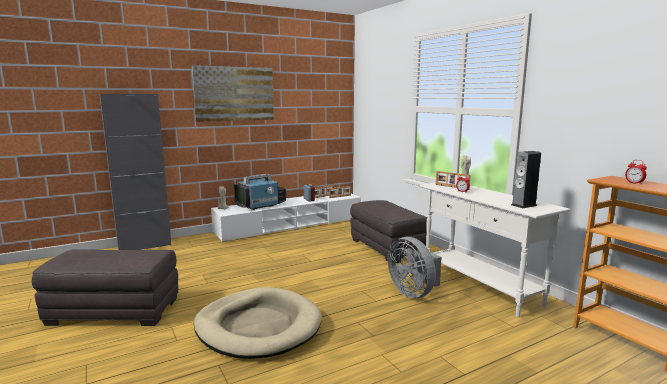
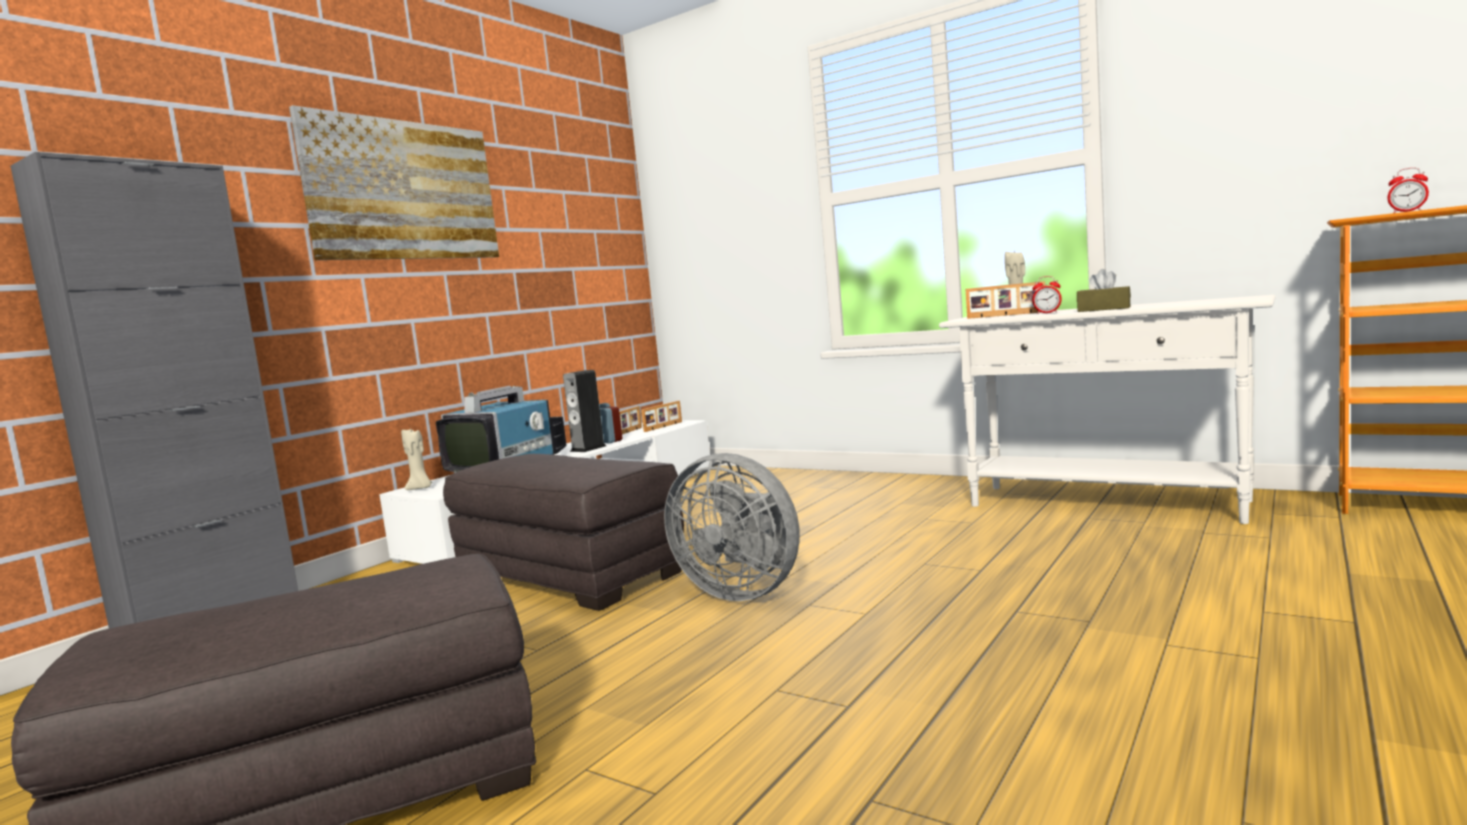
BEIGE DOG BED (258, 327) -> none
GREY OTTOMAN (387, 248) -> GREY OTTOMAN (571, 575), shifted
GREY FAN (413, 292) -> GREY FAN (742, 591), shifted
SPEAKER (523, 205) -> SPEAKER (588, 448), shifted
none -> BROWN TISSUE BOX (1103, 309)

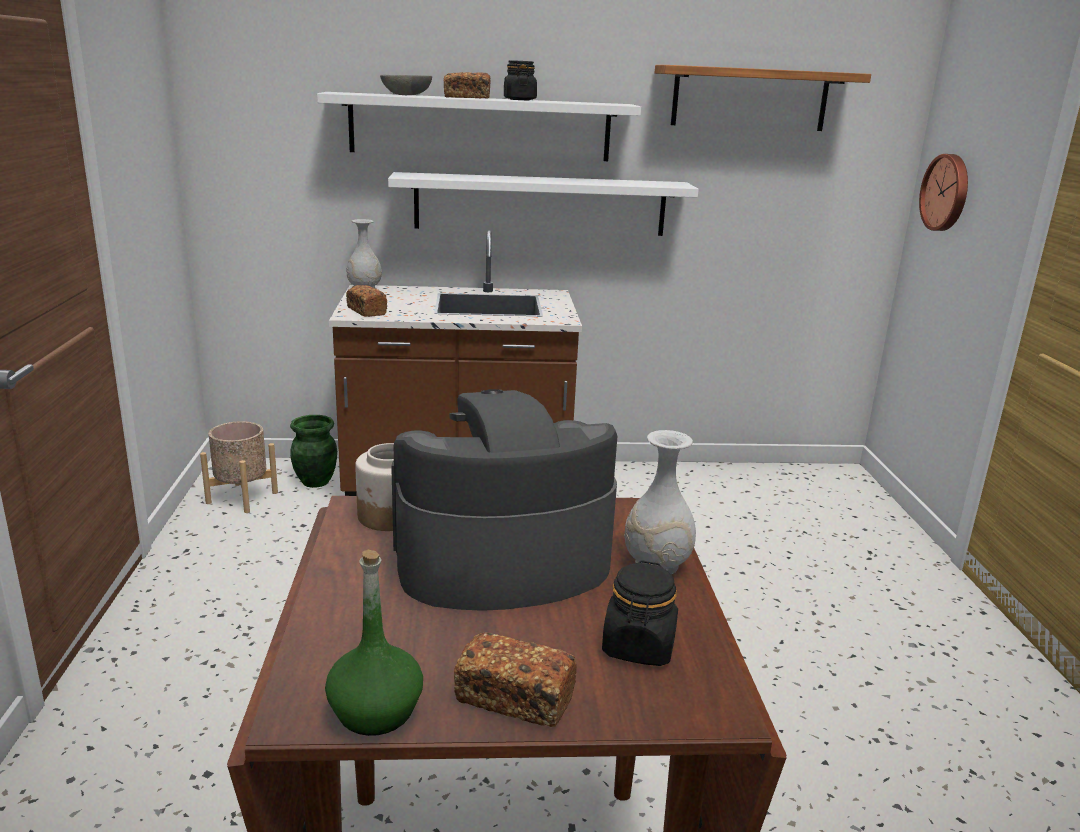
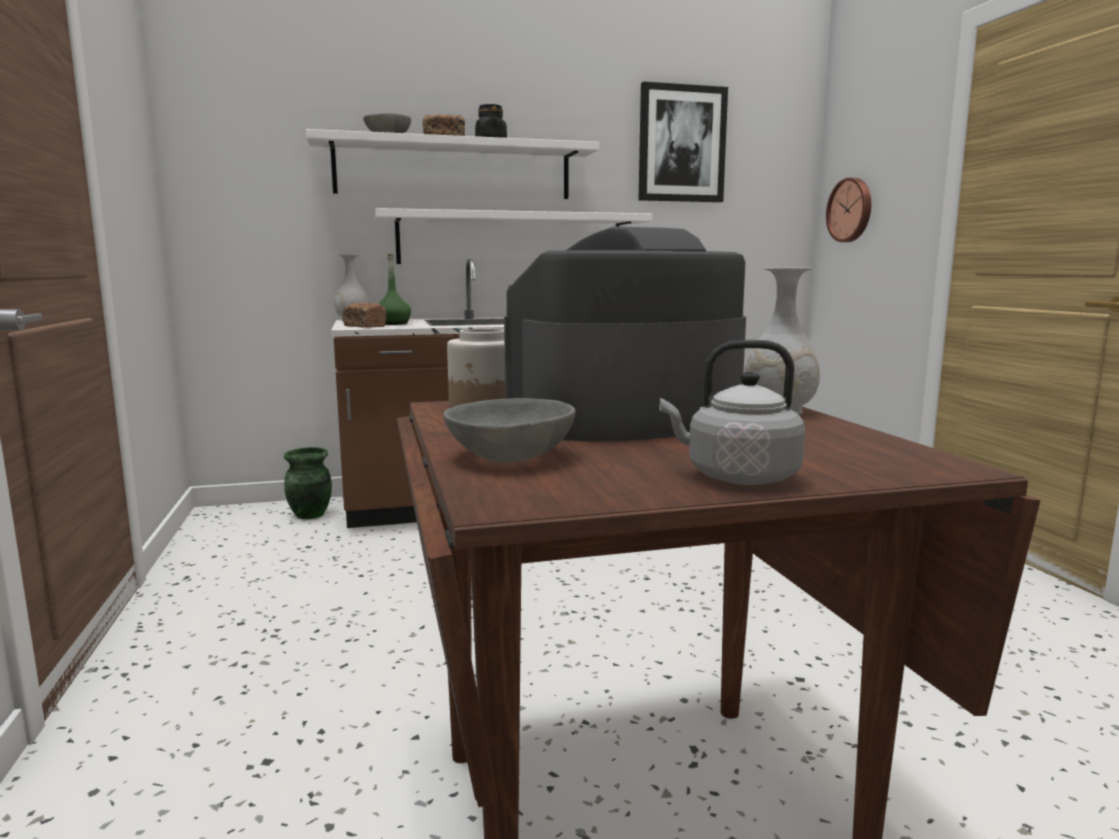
BEIGE PLANTER (242, 497) -> none
GREEN BOTTLE (376, 711) -> GREEN BOTTLE (393, 324), shifted
BREAD (514, 698) -> GREY KETTLE (736, 477)
BLACK JAR (638, 646) -> none
SHELF (750, 98) -> PICTURE (681, 144)
none -> GREY BOWL (509, 456)

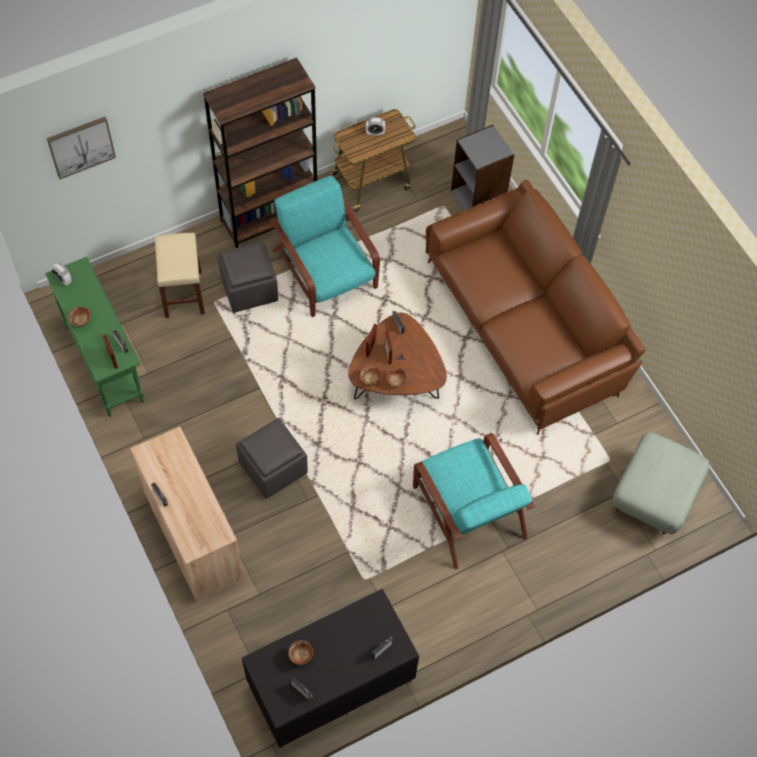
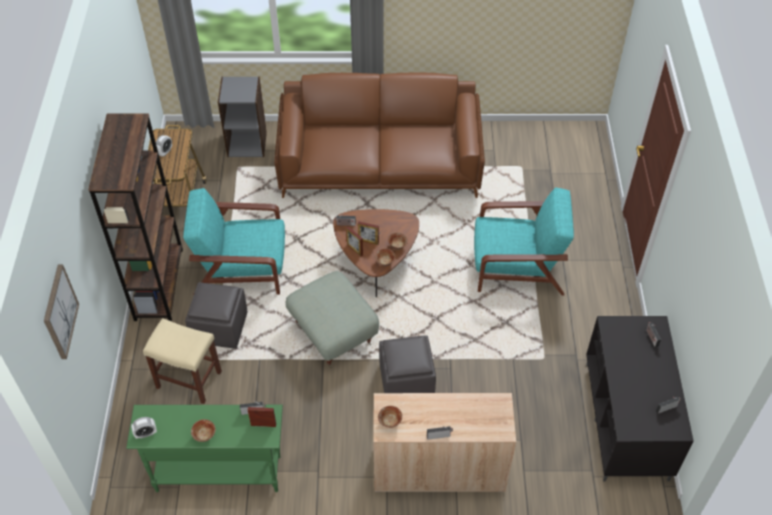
BOWL (301, 656) -> BOWL (390, 422), shifted
GREY OTTOMAN (654, 497) -> GREY OTTOMAN (334, 332), shifted

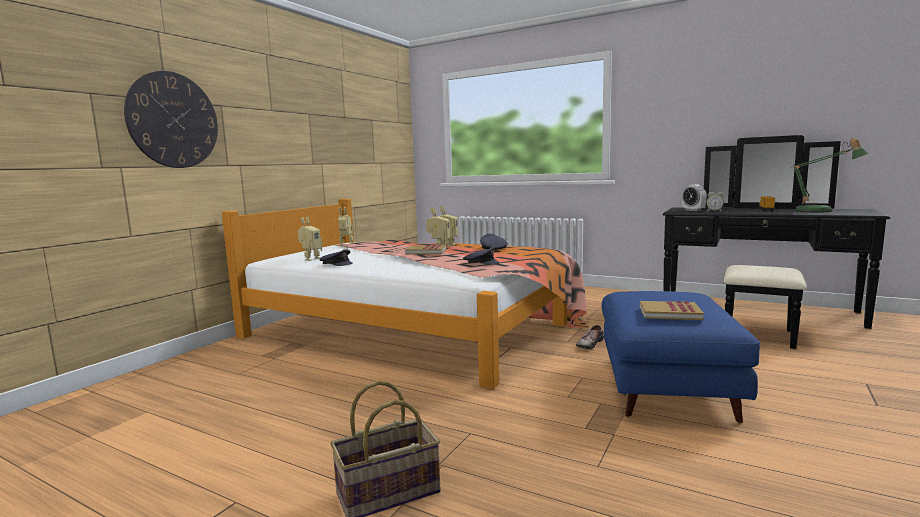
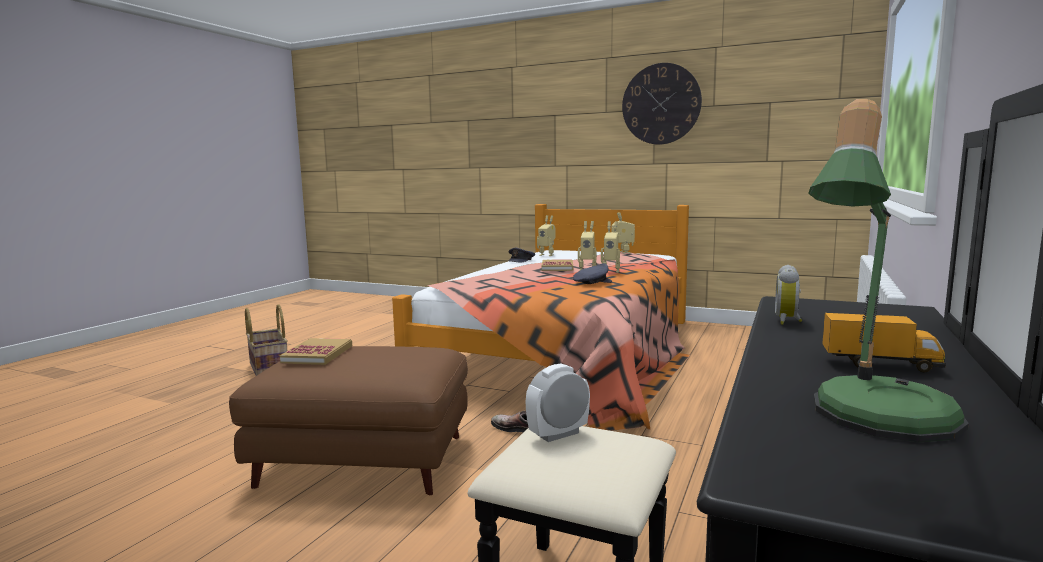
WALL CLOCK (173, 120) -> WALL CLOCK (661, 104), shifted
GREY CAP (481, 262) -> none
BLUE OTTOMAN (667, 387) -> BROWN OTTOMAN (363, 462)
ALARM CLOCK (693, 210) -> ALARM CLOCK (558, 434), shifted

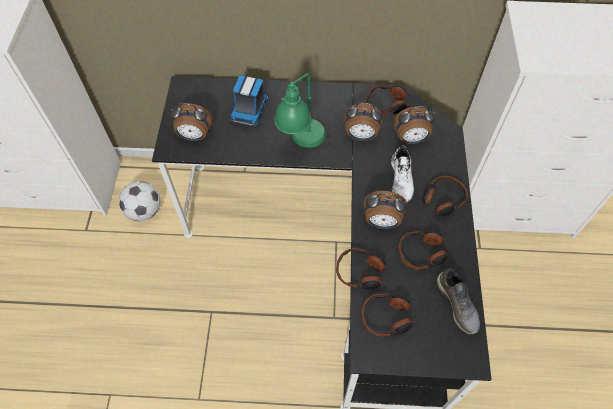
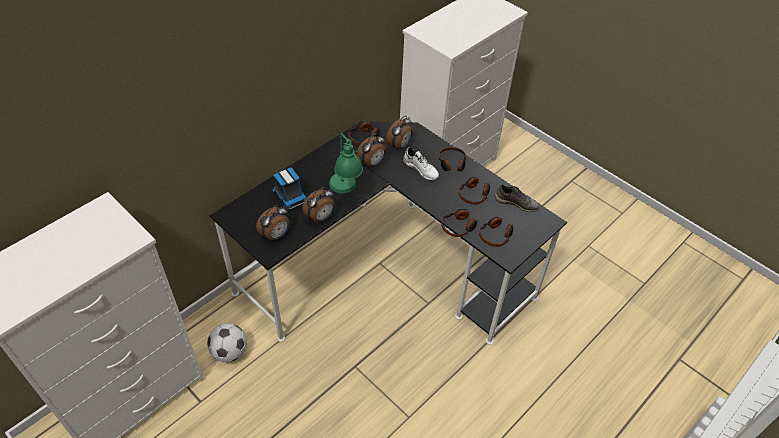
ALARM CLOCK (381, 222) -> ALARM CLOCK (320, 217), shifted

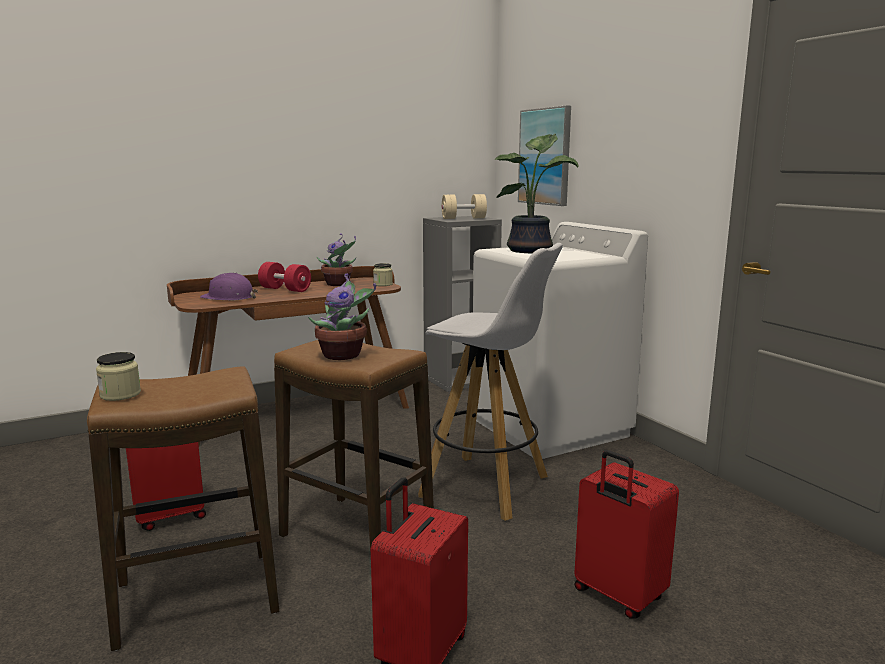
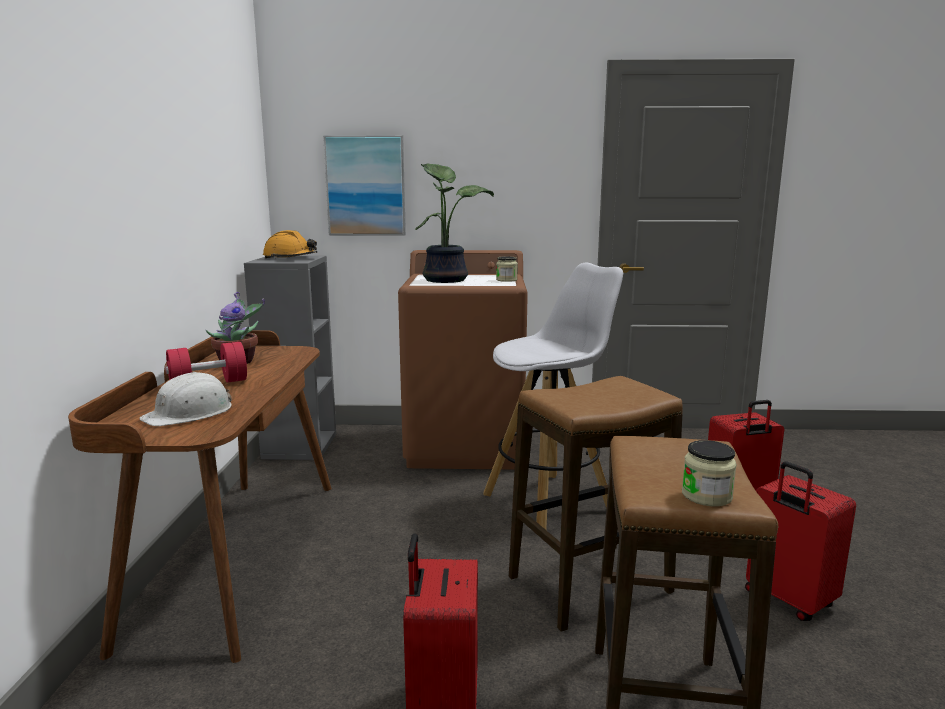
PURPLE HARD HAT (229, 297) -> WHITE HARD HAT (190, 413)
POTTED PLANT (344, 355) -> none
JAR (383, 284) -> JAR (506, 280), shifted
BEIGE DUMBBELL (463, 218) -> ORANGE HARD HAT (290, 258)
WHITE WASHING MACHINE (550, 428) -> BROWN WASHING MACHINE (466, 446)

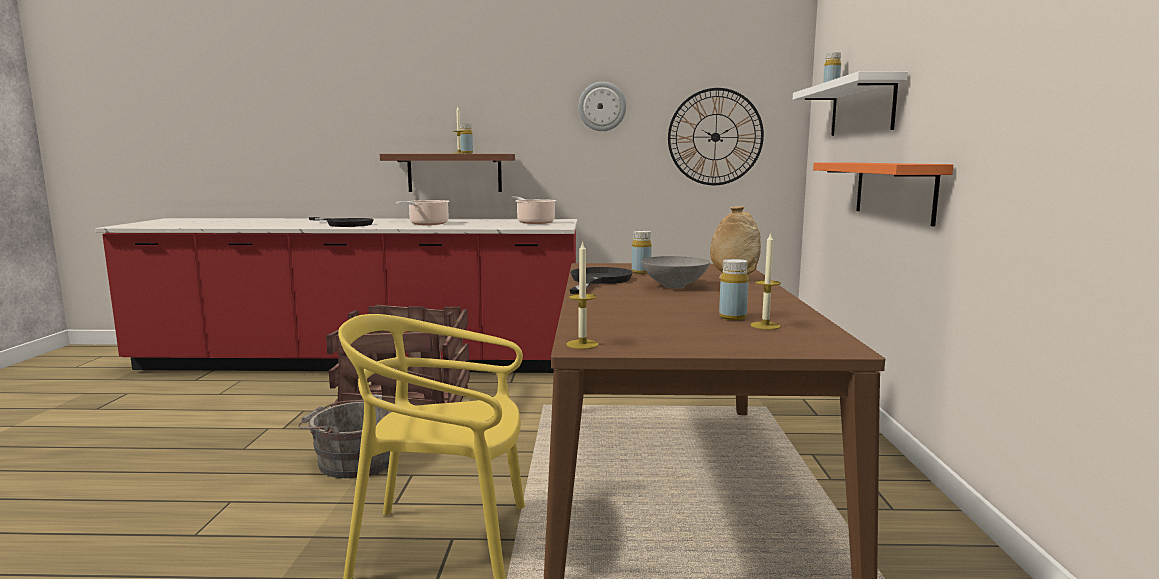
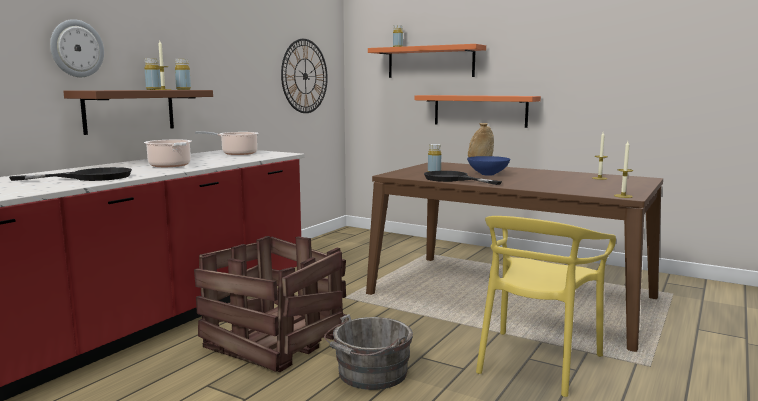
WALL CLOCK (602, 106) -> WALL CLOCK (76, 48), shifted
GREY BOWL (673, 286) -> BLUE BOWL (488, 174)
YELLOW BOTTLE (732, 317) -> YELLOW BOTTLE (183, 89), shifted
WHITE SHELF (861, 108) -> ORANGE SHELF (430, 62)

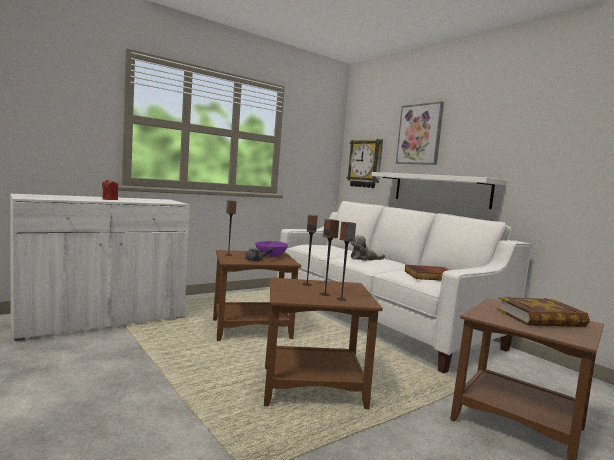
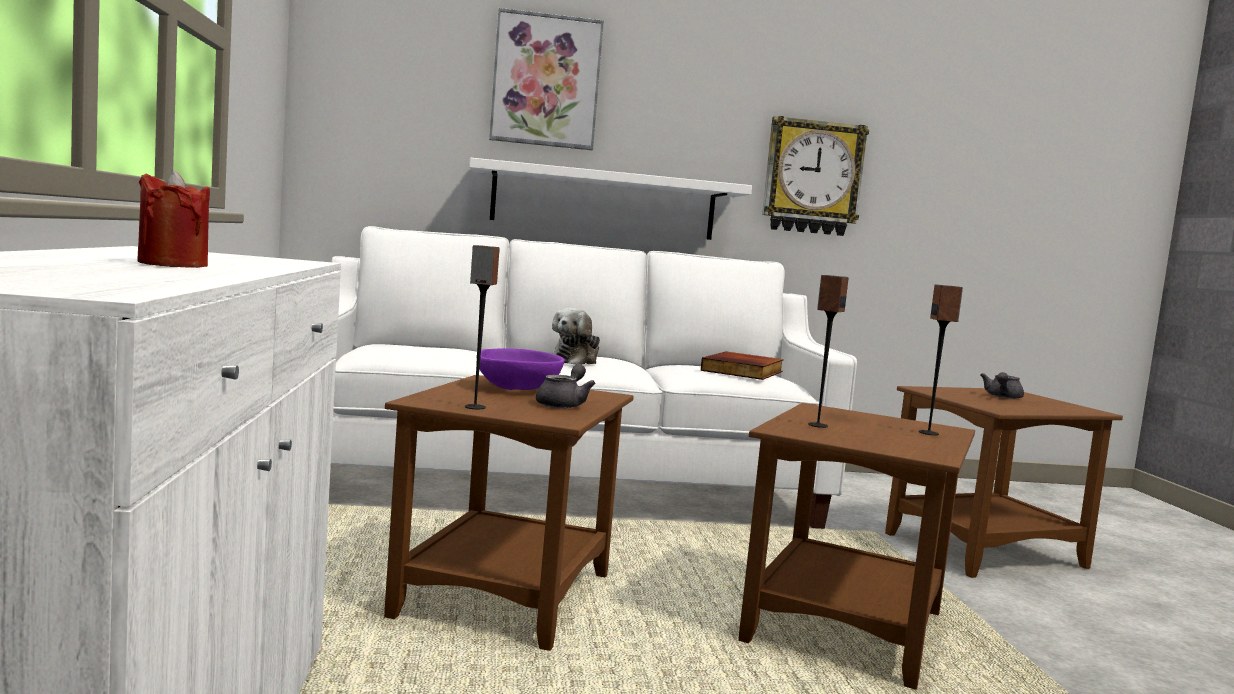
SPEAKER (325, 294) -> none
WALL CLOCK (365, 163) -> WALL CLOCK (812, 177), shifted
BOOK (540, 318) -> GREY TEAPOT (1002, 397)

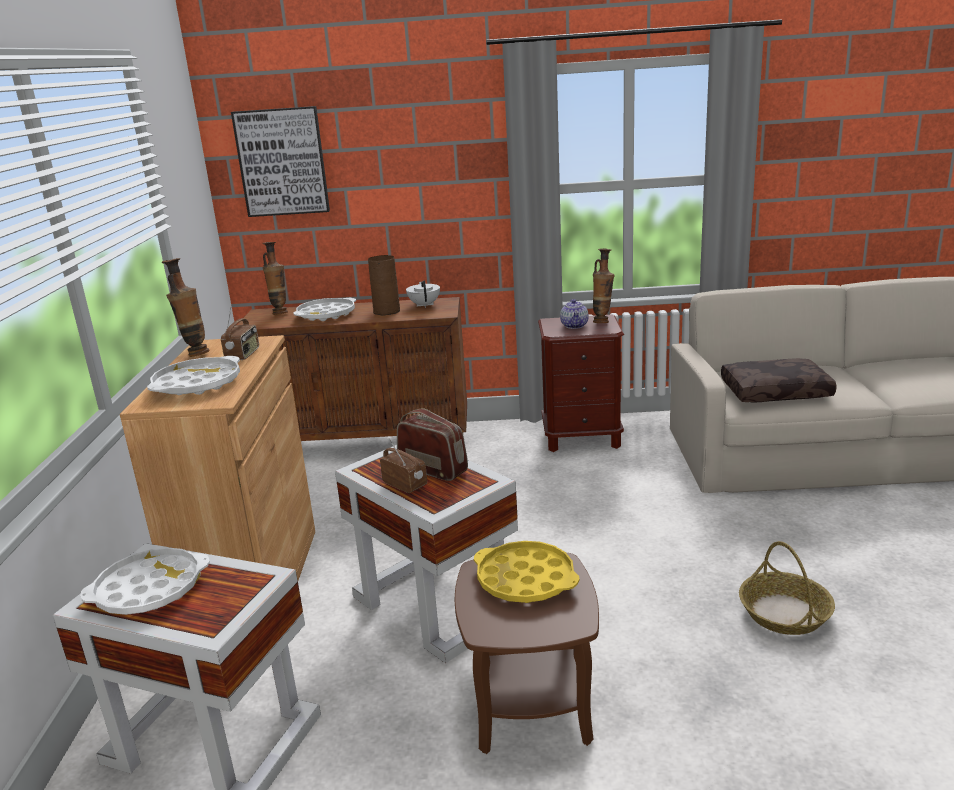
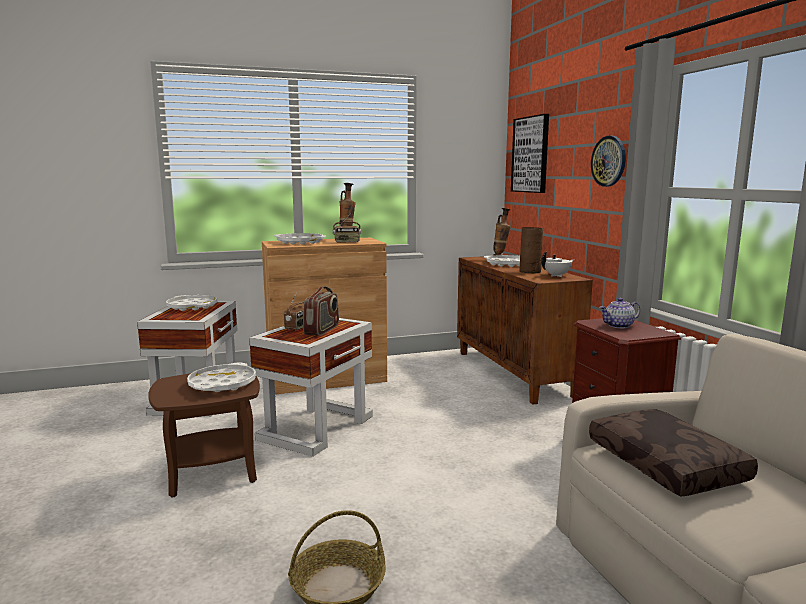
YELLOW TRAY (525, 580) -> WHITE TRAY (222, 384)
VASE (602, 321) -> none
none -> WALL CLOCK (609, 161)

